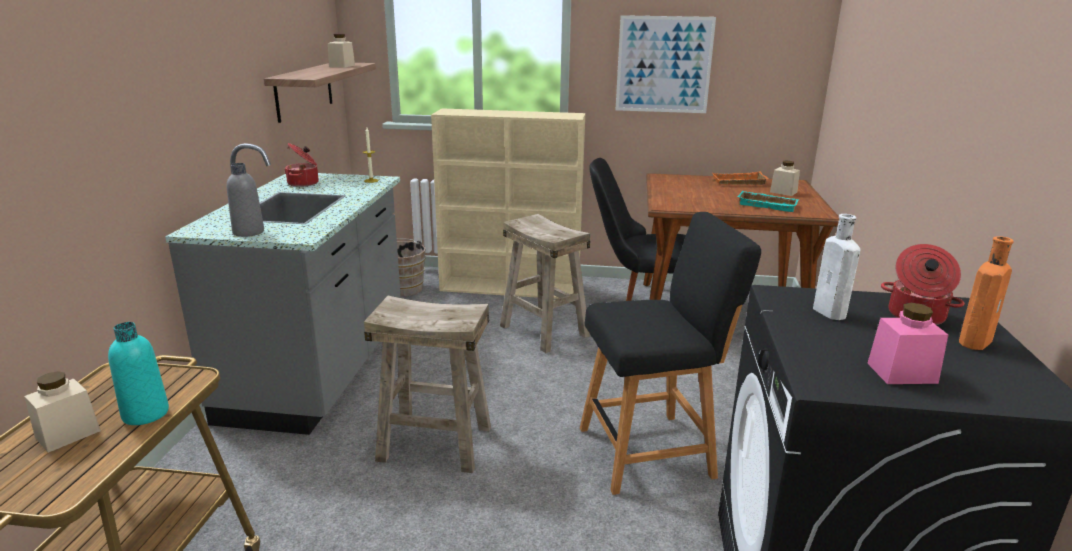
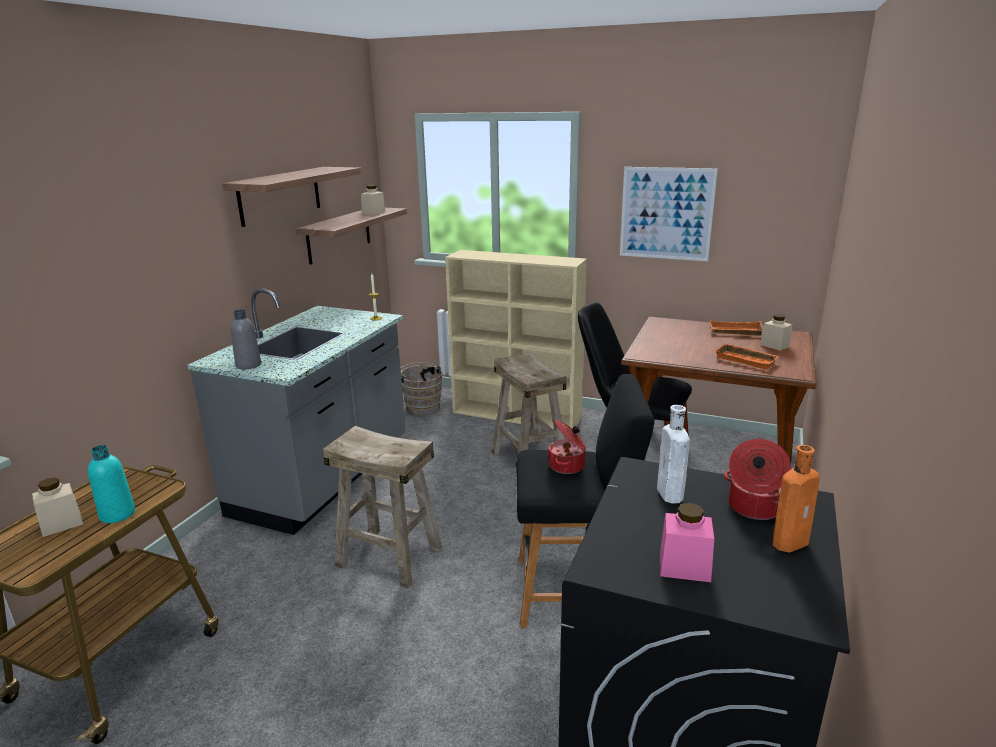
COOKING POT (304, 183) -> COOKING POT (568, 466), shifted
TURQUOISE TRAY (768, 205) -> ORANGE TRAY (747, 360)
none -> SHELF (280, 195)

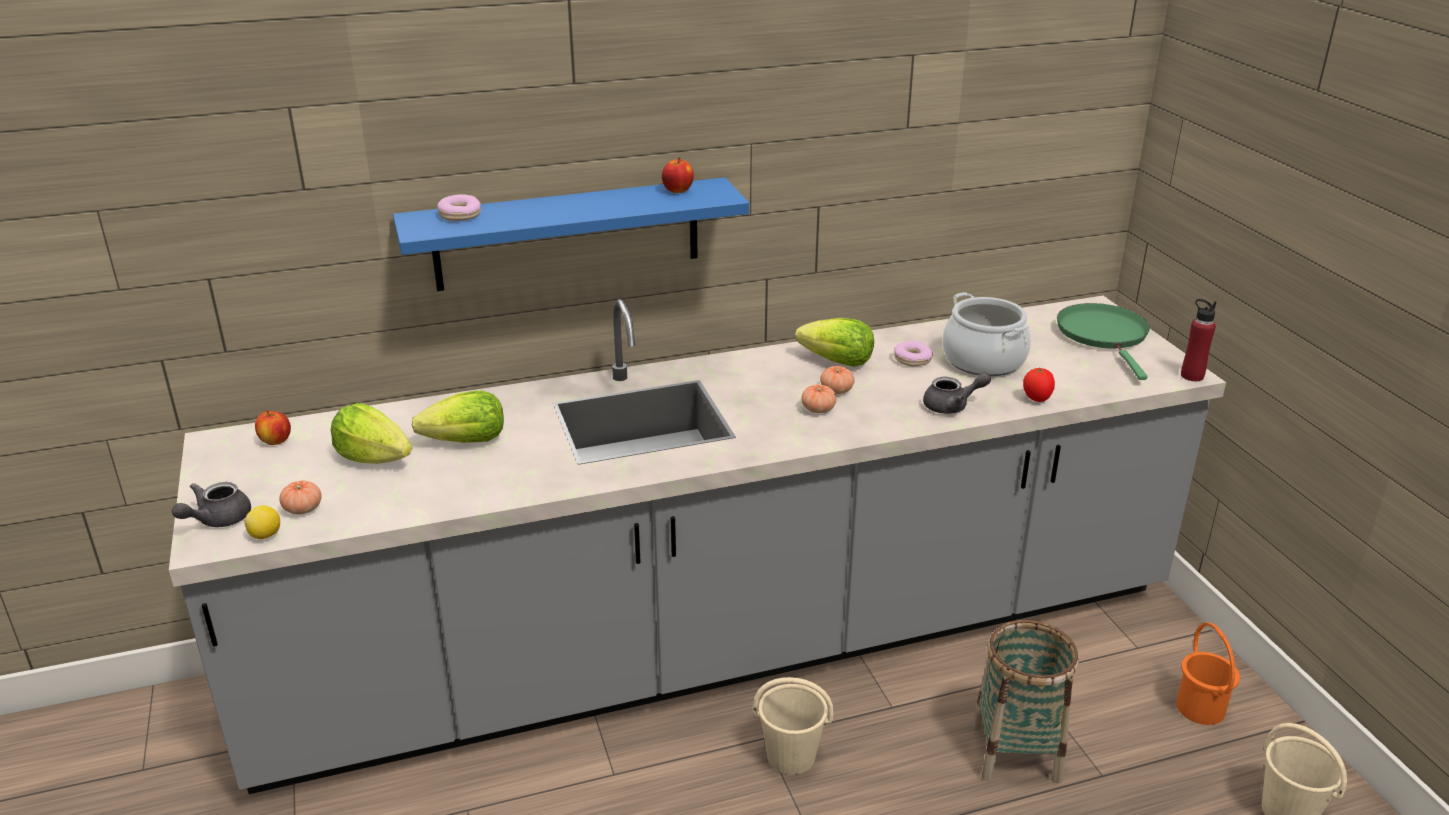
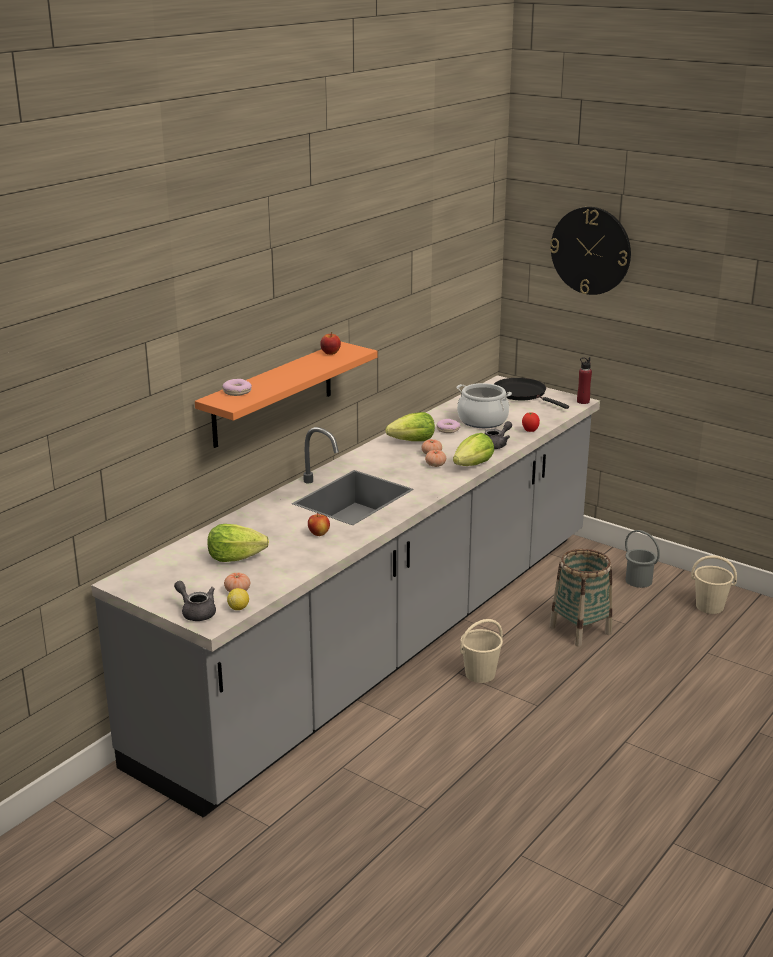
GREY TEAPOT (217, 520) -> GREY TEAPOT (196, 612), 135 degrees clockwise
APPLE (276, 441) -> APPLE (319, 534), shifted
BLUE SHELF (567, 234) -> ORANGE SHELF (273, 394)
LETTUCE (467, 442) -> LETTUCE (473, 465), shifted
GREEN FRYING PAN (1104, 335) -> BLACK FRYING PAN (522, 394)
ORANGE BUCKET (1201, 707) -> GREY BUCKET (638, 580)
none -> WALL CLOCK (591, 250)

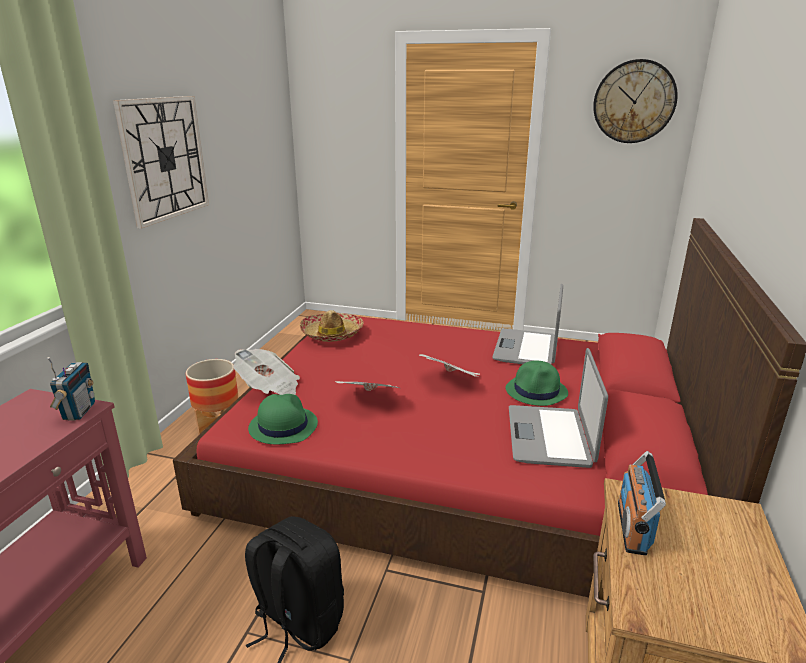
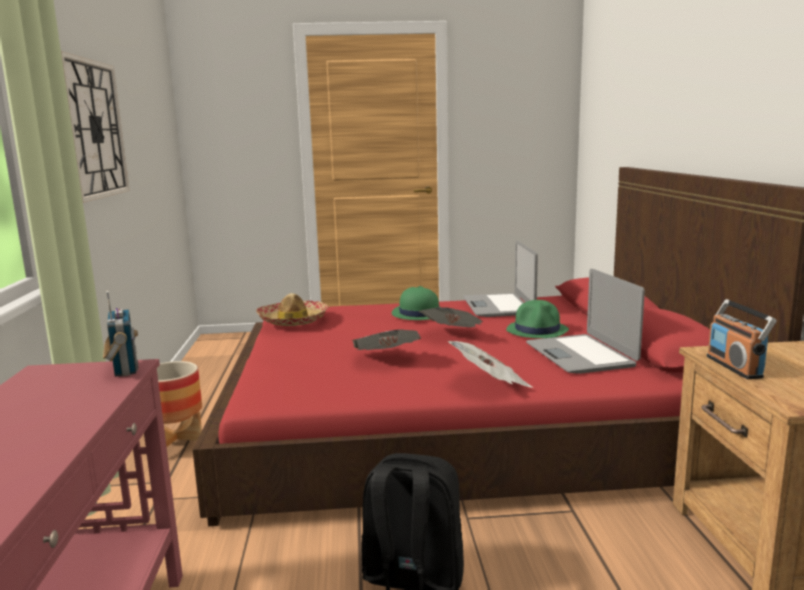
NEWSPAPER (269, 388) -> NEWSPAPER (490, 384), shifted
GREEN HAT (283, 426) -> GREEN HAT (418, 314), shifted
WALL CLOCK (634, 102) -> none

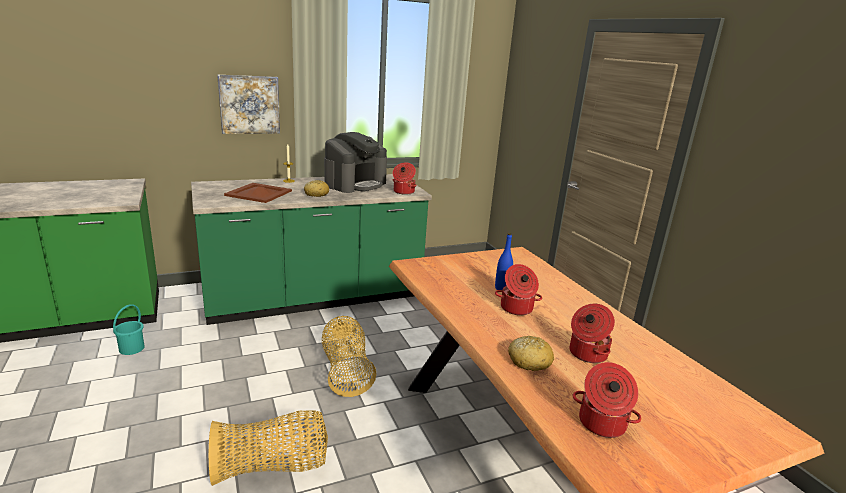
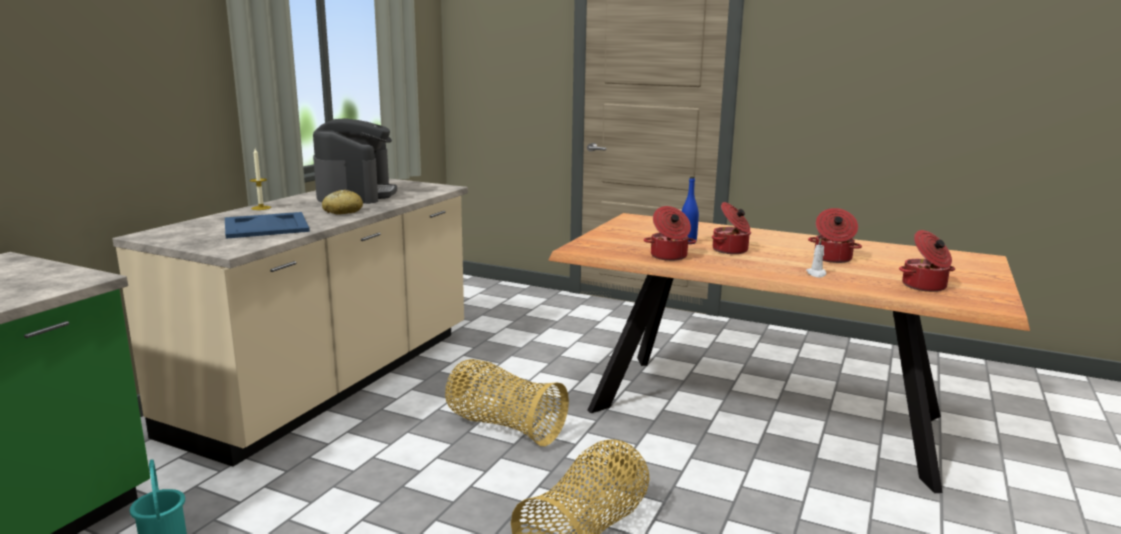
GREEN COUNTER (314, 298) -> BEIGE COUNTER (332, 381)
PICTURE (249, 104) -> none
BROWN TRAY (258, 193) -> BLUE TRAY (265, 226)
COOKING POT (403, 192) -> COOKING POT (669, 256), shifted
BREAD (529, 361) -> WHITE CANDLE (816, 274)

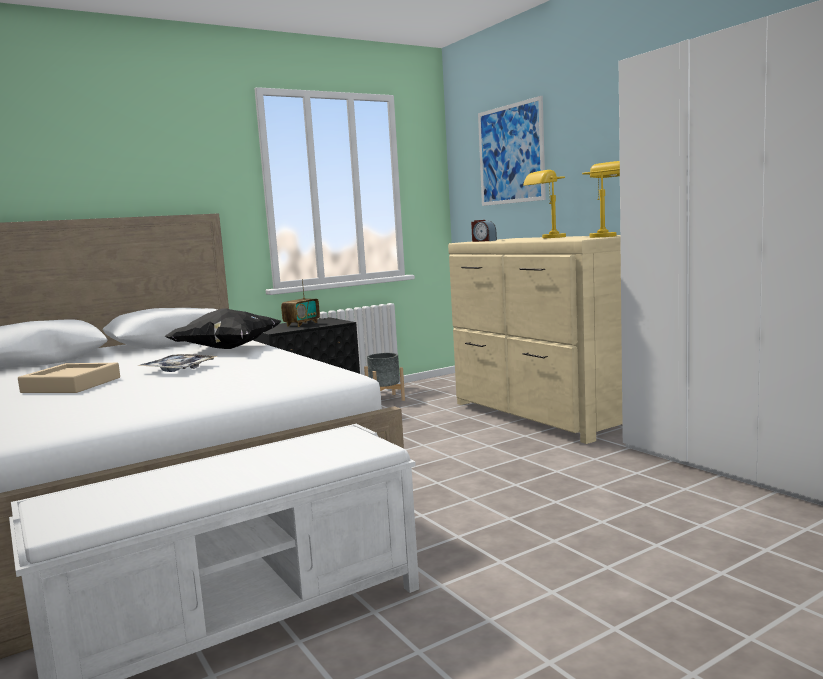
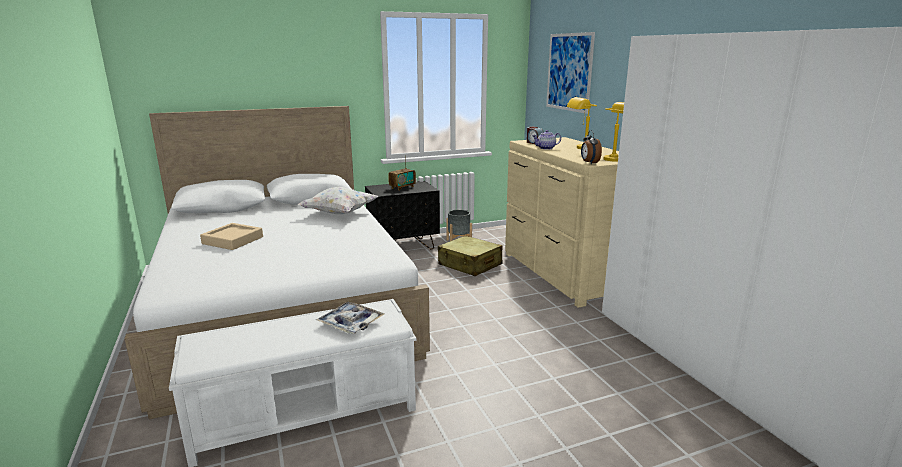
TRAY (178, 369) -> TRAY (350, 323), shifted
BLACK PILLOW (226, 349) -> WHITE PILLOW (339, 213)
none -> BEIGE SUITCASE (470, 265)
none -> TEAPOT (546, 148)
none -> ALARM CLOCK (589, 163)

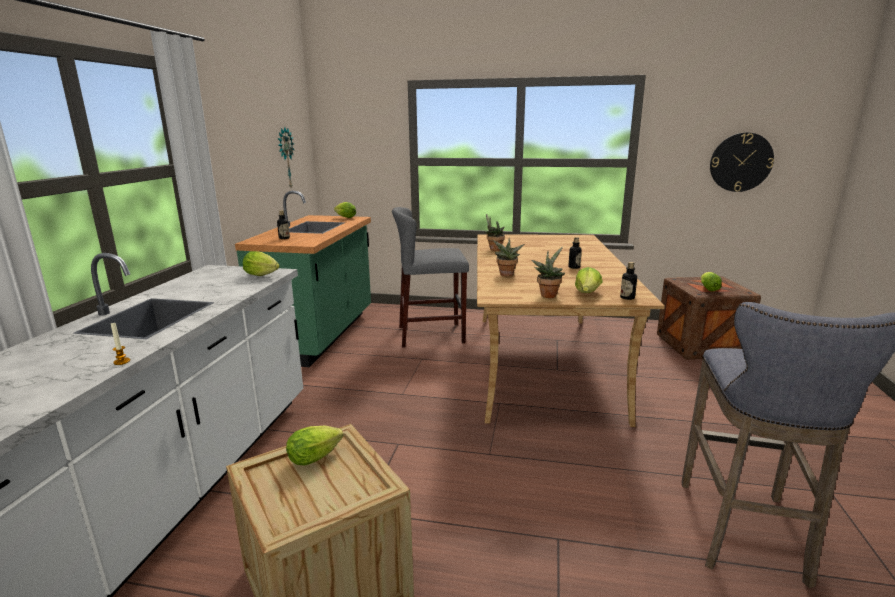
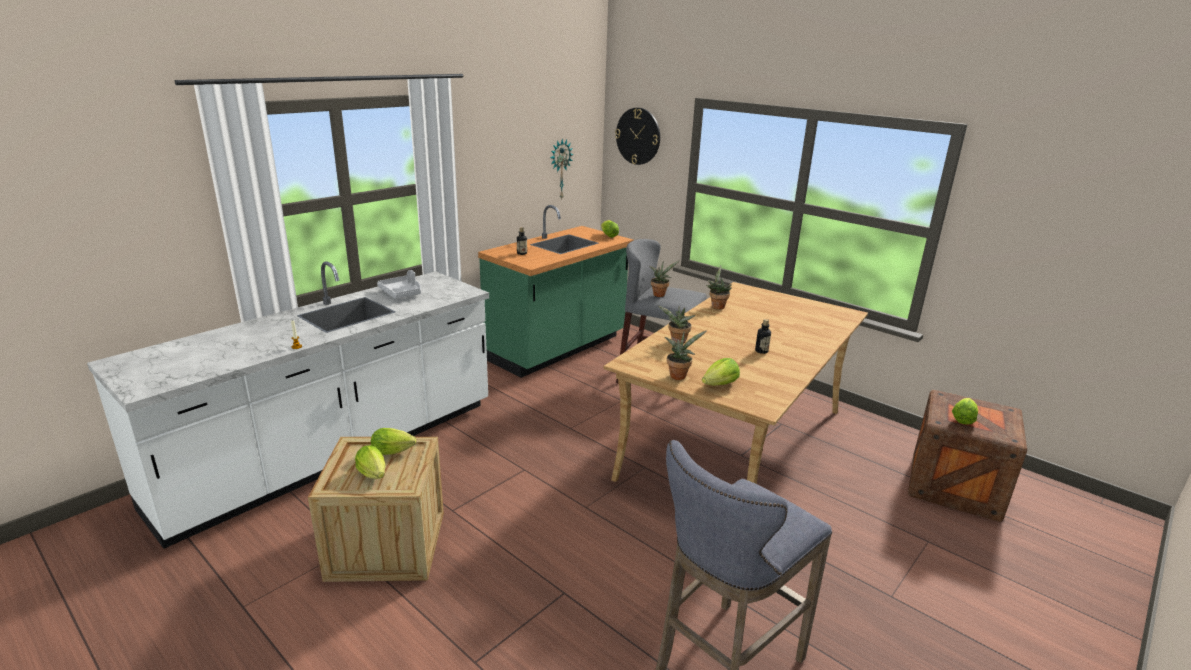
LETTUCE (263, 275) -> LETTUCE (374, 475), shifted
BOTTLE (627, 297) -> none
WALL CLOCK (741, 162) -> WALL CLOCK (638, 136), shifted
none -> GREY TRAY (402, 293)
none -> POTTED PLANT (660, 294)

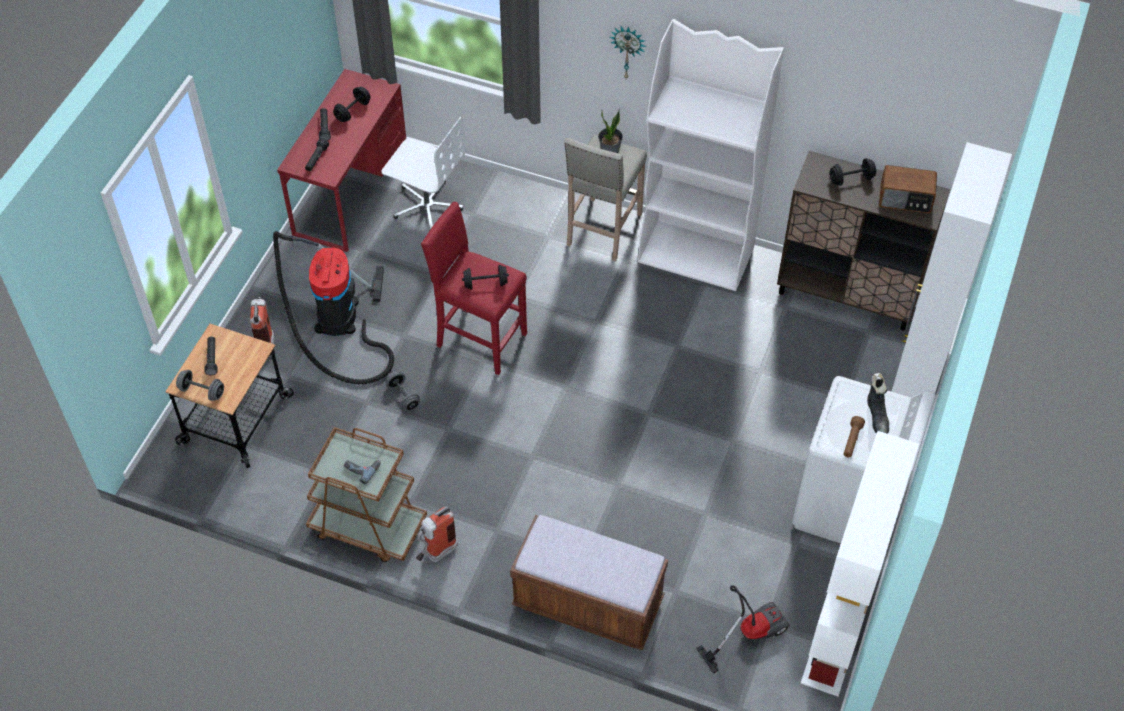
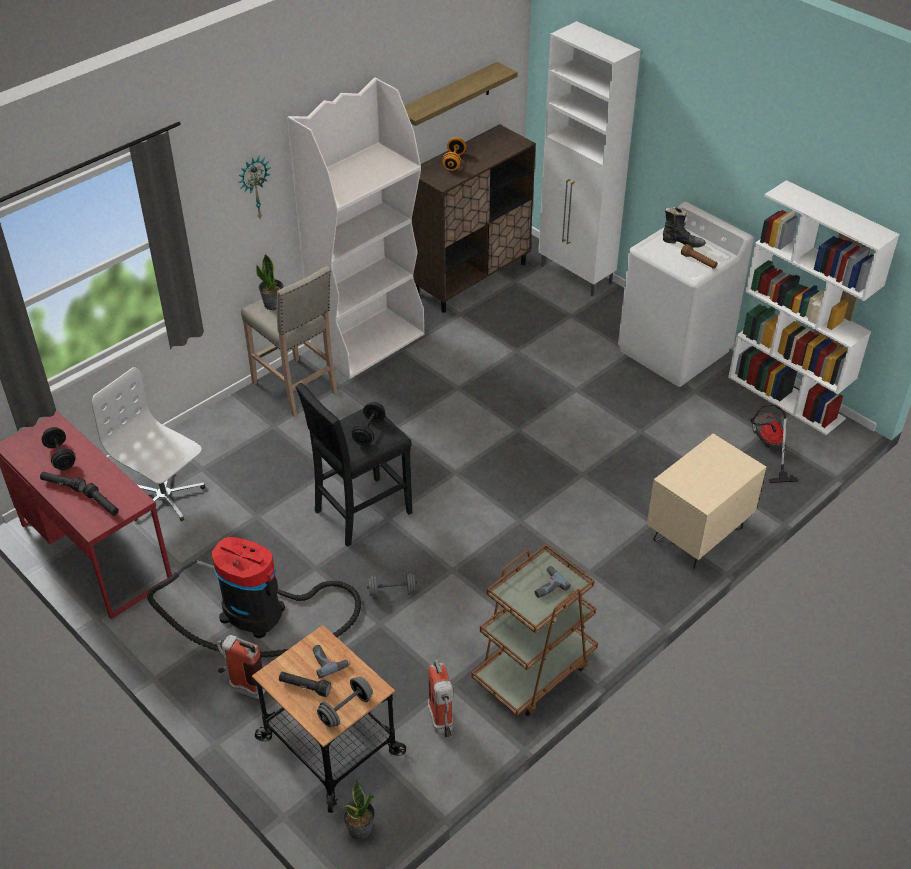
WHITE OFFICE CHAIR (427, 205) -> WHITE OFFICE CHAIR (164, 497), 105 degrees counterclockwise
FIRE EXTINGUISHER (436, 554) -> FIRE EXTINGUISHER (442, 725), shifted
RED STOOL (479, 339) -> BLACK STOOL (360, 512)
BROWN BENCH (588, 604) -> BEIGE NIGHTSTAND (697, 535)
BLACK DUMBBELL (851, 179) -> ORANGE DUMBBELL (454, 162)
RADIO (905, 199) -> none
none -> POWER DRILL (329, 661)
none -> POTTED PLANT (359, 829)
none -> SHELF (447, 99)

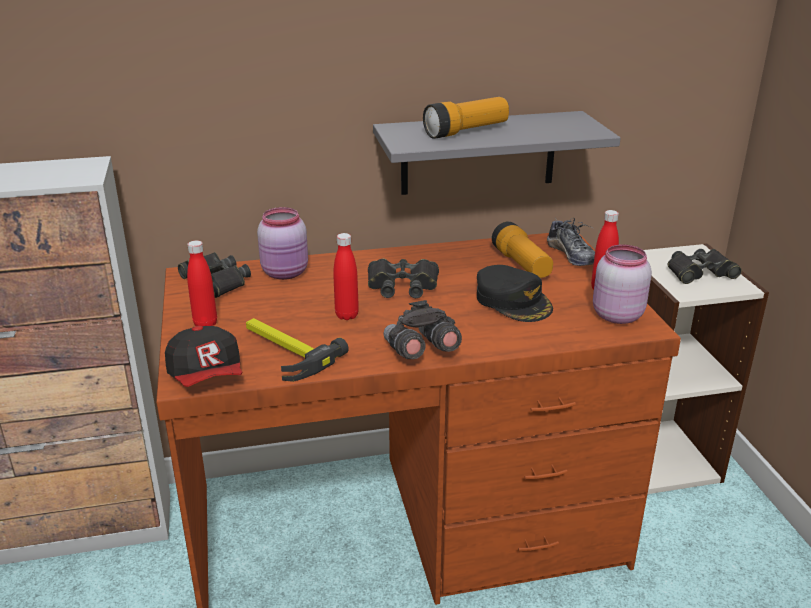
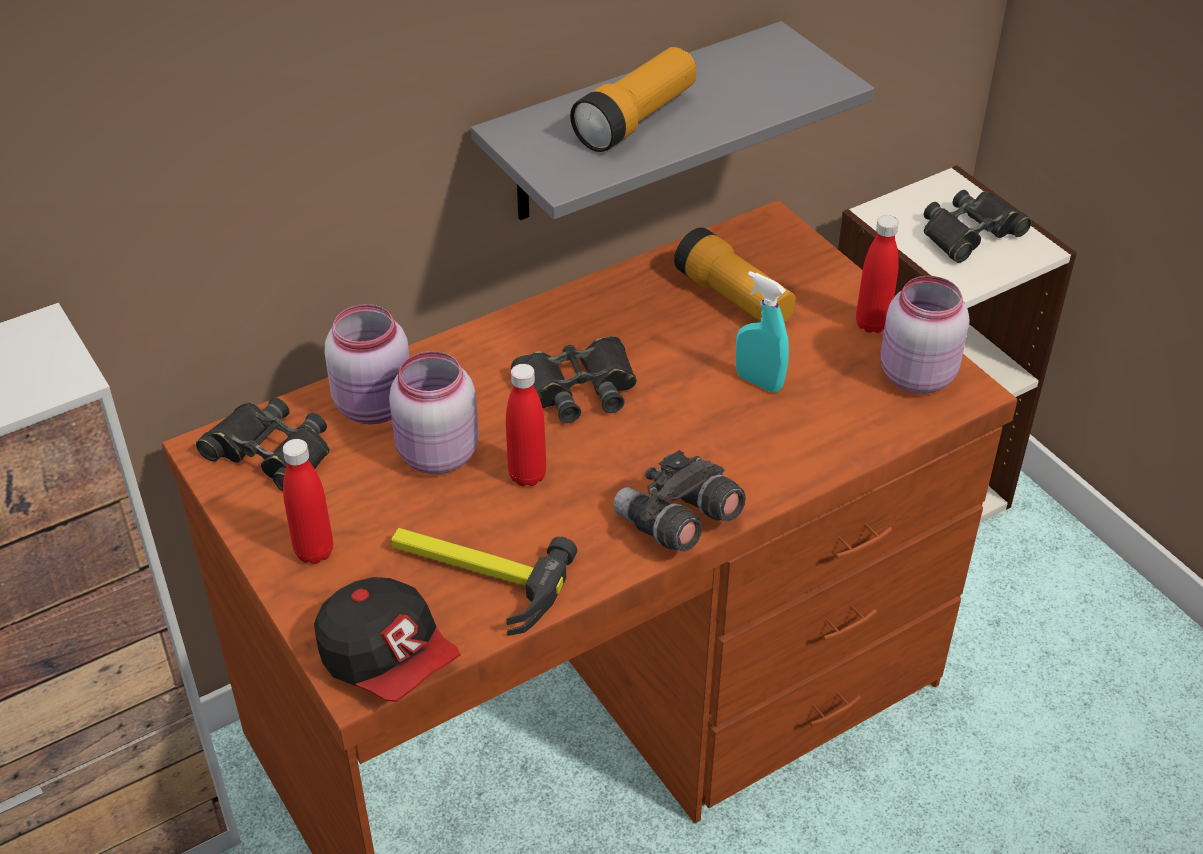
BLACK CAP (513, 301) -> TURQUOISE SPRAY BOTTLE (759, 382)
SHOE (572, 255) -> none
none -> PINK JAR (435, 455)

